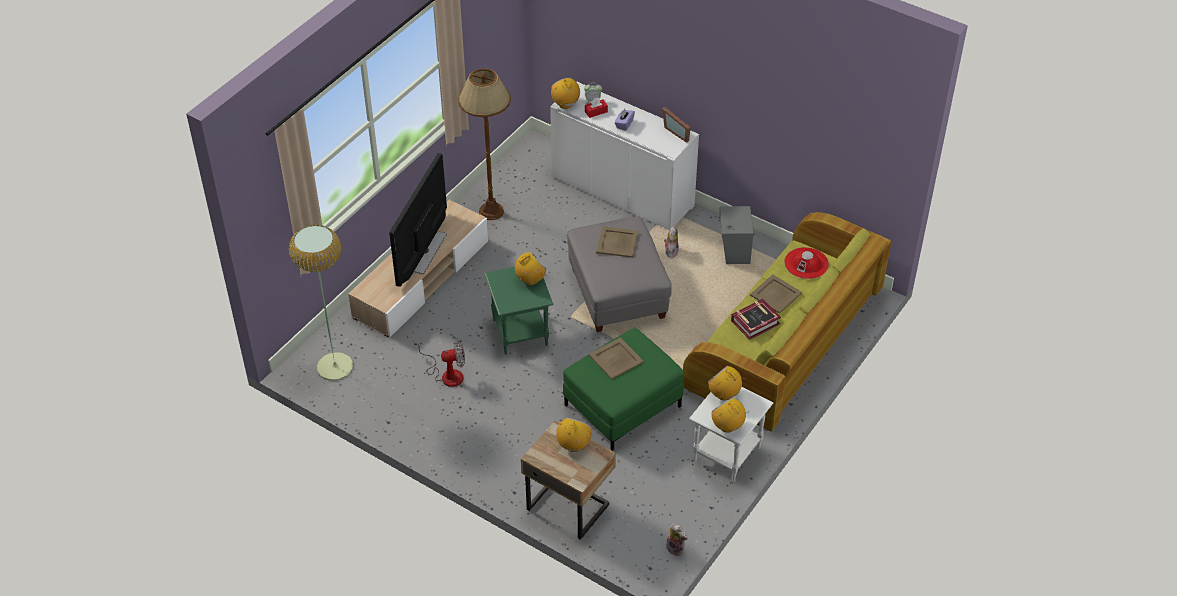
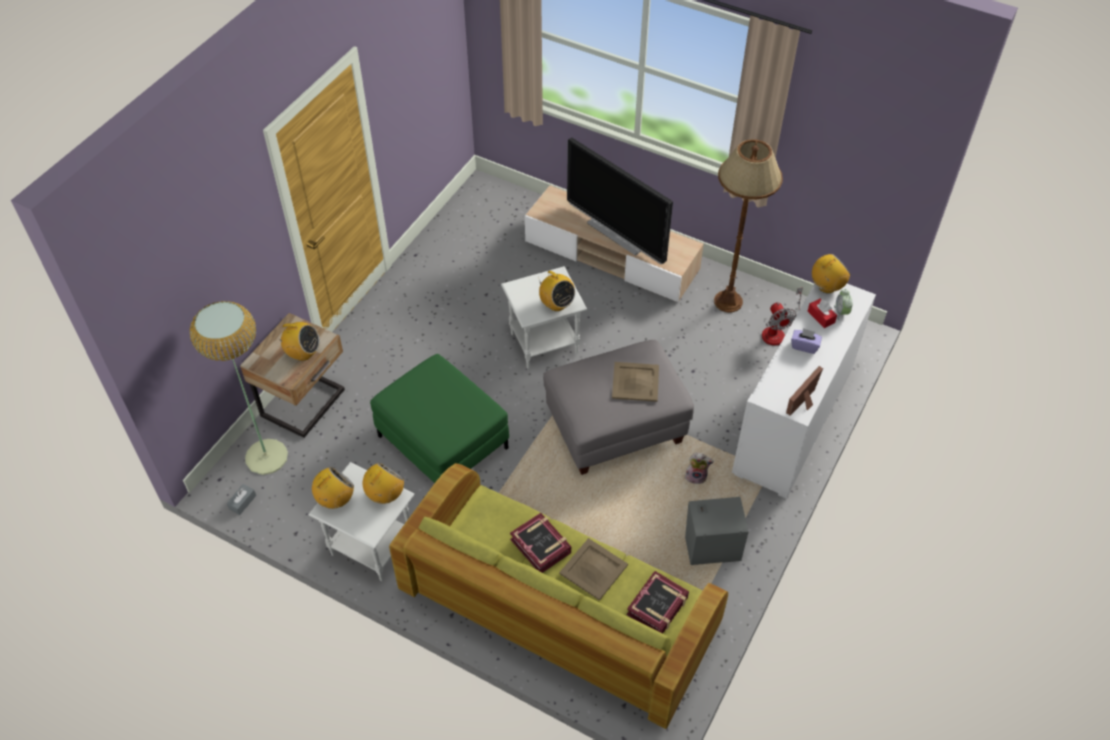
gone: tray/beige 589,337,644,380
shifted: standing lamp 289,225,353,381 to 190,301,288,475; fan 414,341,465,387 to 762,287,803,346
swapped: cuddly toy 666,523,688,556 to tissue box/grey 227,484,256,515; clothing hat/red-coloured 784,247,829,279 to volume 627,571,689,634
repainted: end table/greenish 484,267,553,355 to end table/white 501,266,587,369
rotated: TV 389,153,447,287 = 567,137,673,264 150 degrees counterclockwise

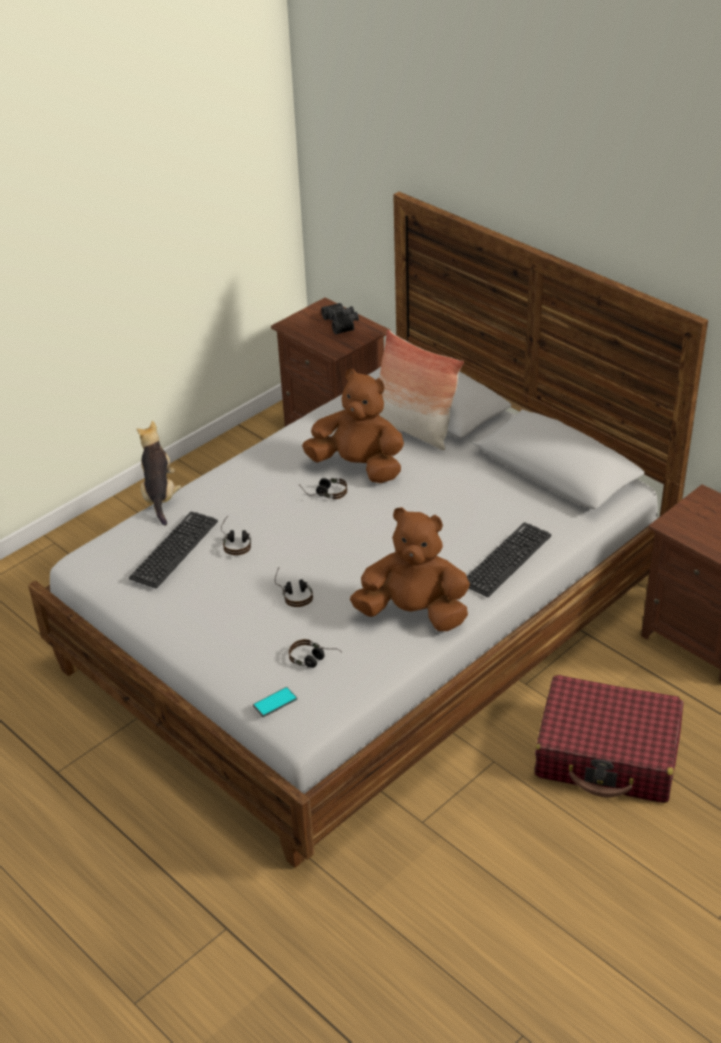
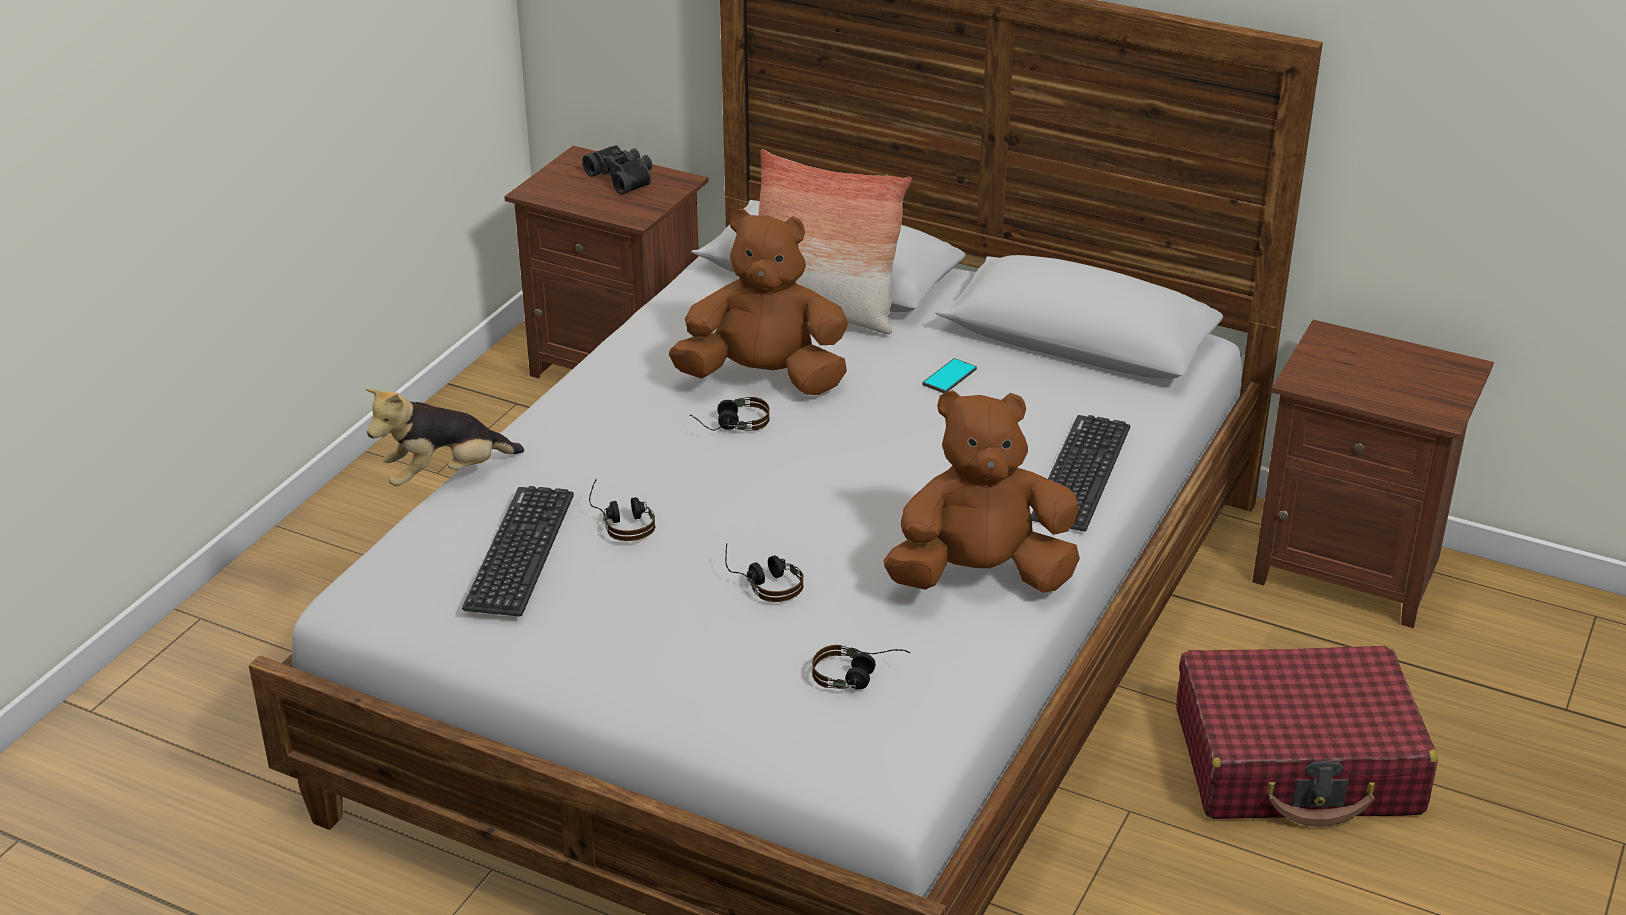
shifted: telephone 253,687,297,717 to 922,358,977,393
rotated: cuddly toy 137,421,181,526 = 366,388,524,486 90 degrees counterclockwise

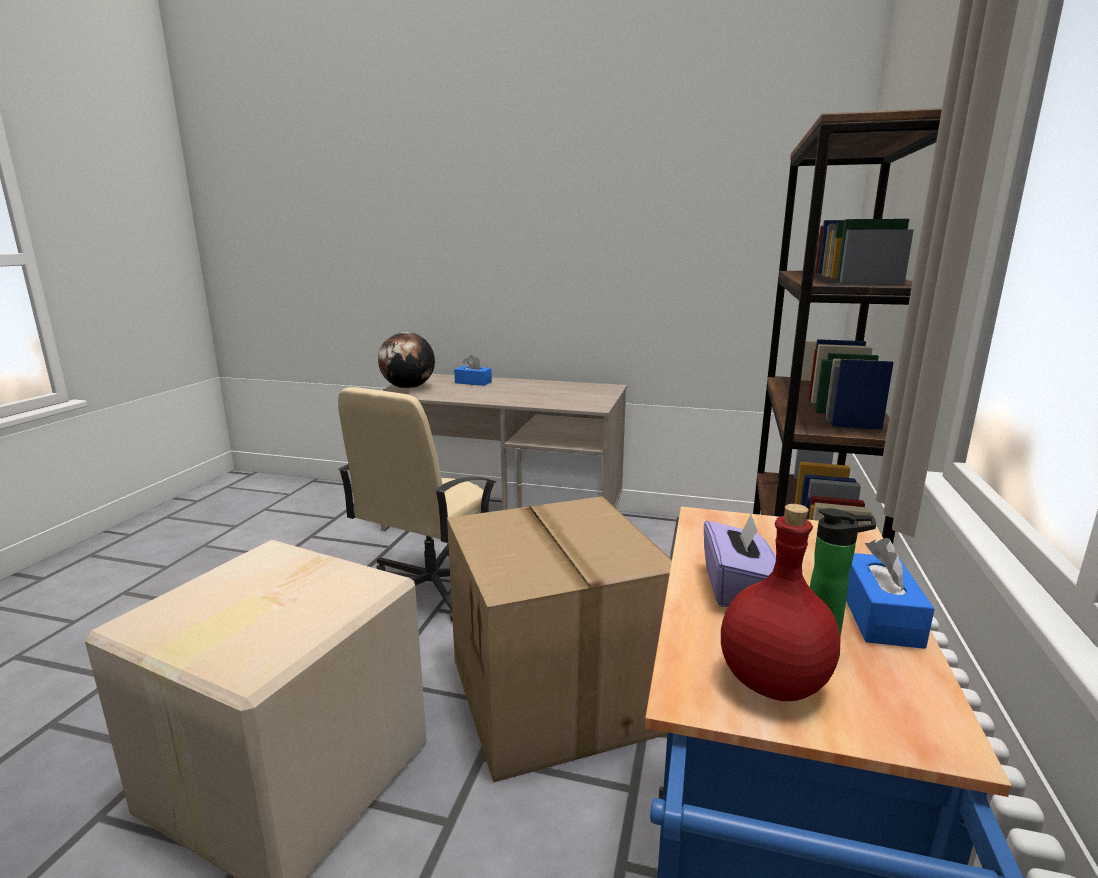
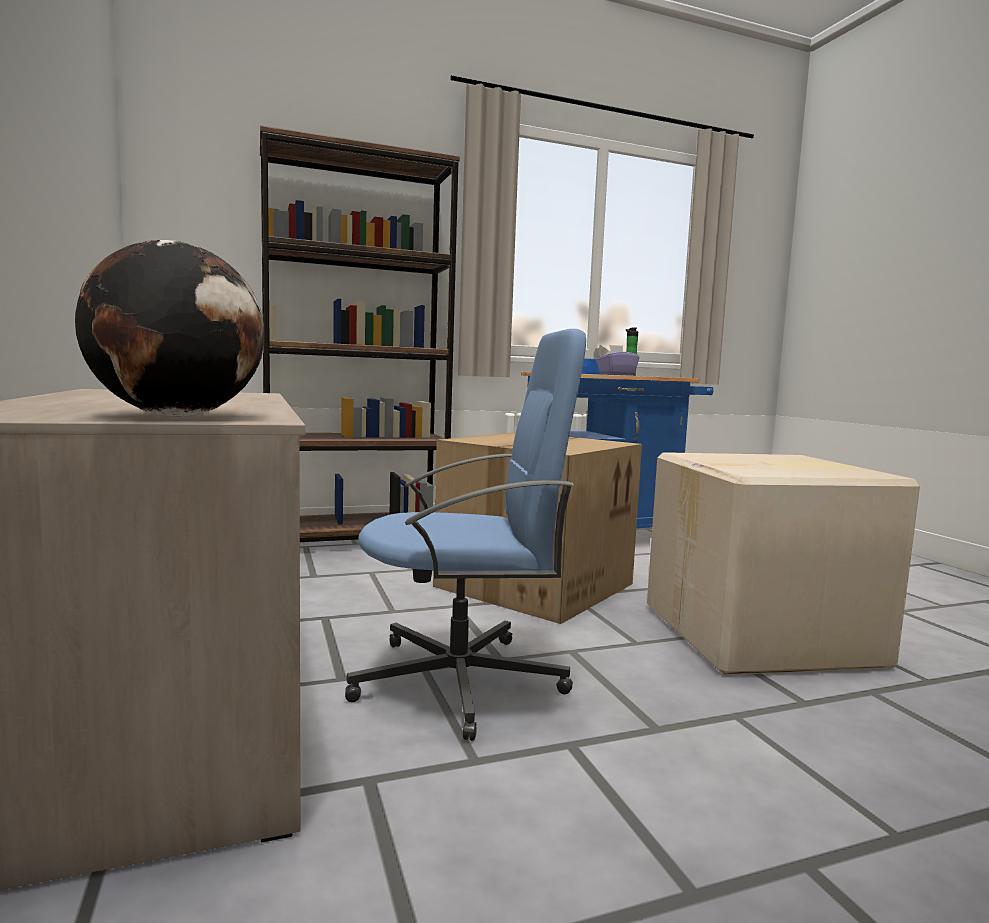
gone: tissue box/bluish 454,355,492,386; drink bottle/red-coloured 721,504,840,701
repainted: computer chair/beige 338,387,496,622 to computer chair/bluish 345,329,586,741

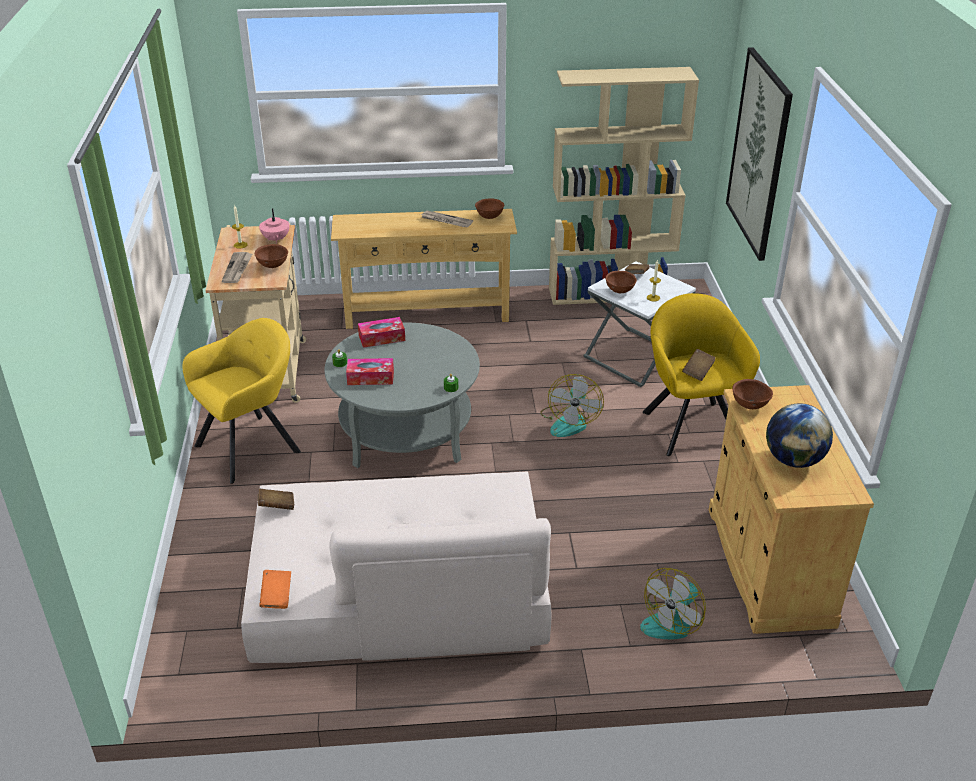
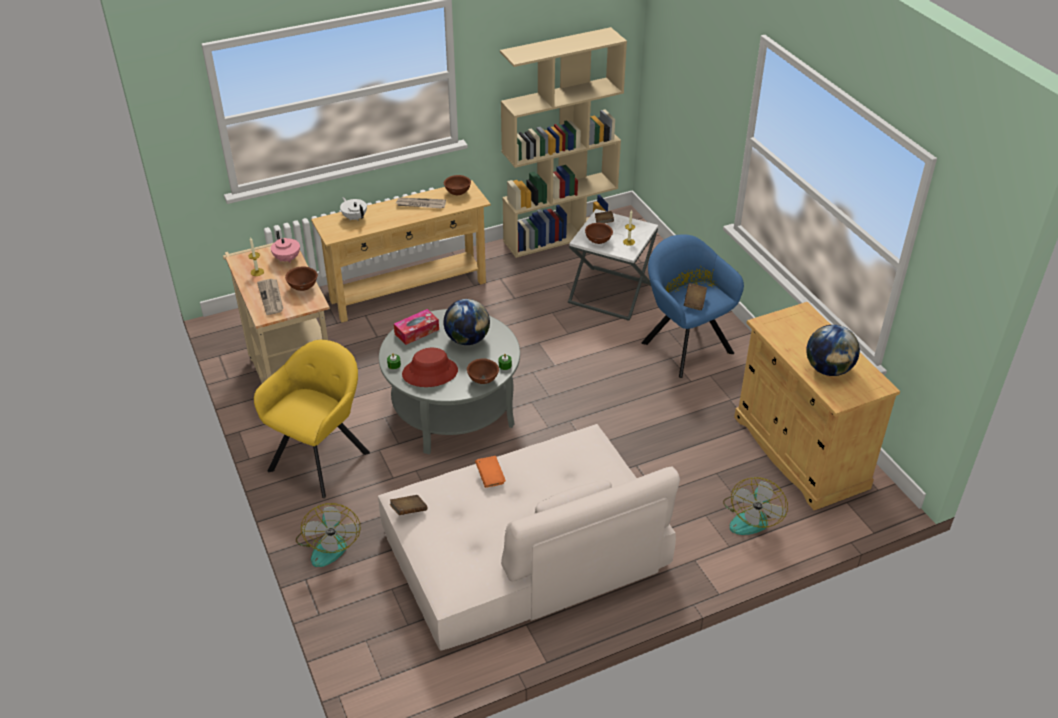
gone: wall picture 726,47,793,261
new: tea pot/white 340,197,367,221; world globe 443,299,490,345
shifted: volume/orange 259,570,291,609 to 475,456,506,488; fan 540,374,604,437 to 296,503,361,567; deep dish/brownish 732,379,773,409 to 467,358,499,384
swapped: tissue box 346,358,394,385 to clothing hat/red-coloured 402,348,458,387
repainted: lounge chair/yellow 643,293,760,456 to lounge chair/bluish 642,234,744,378

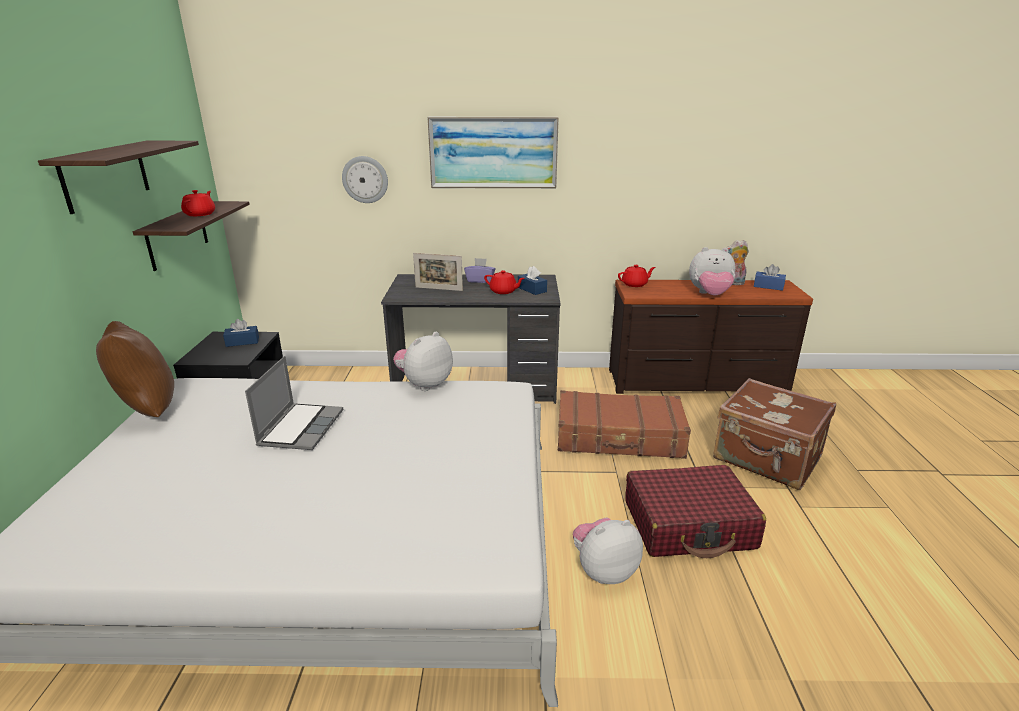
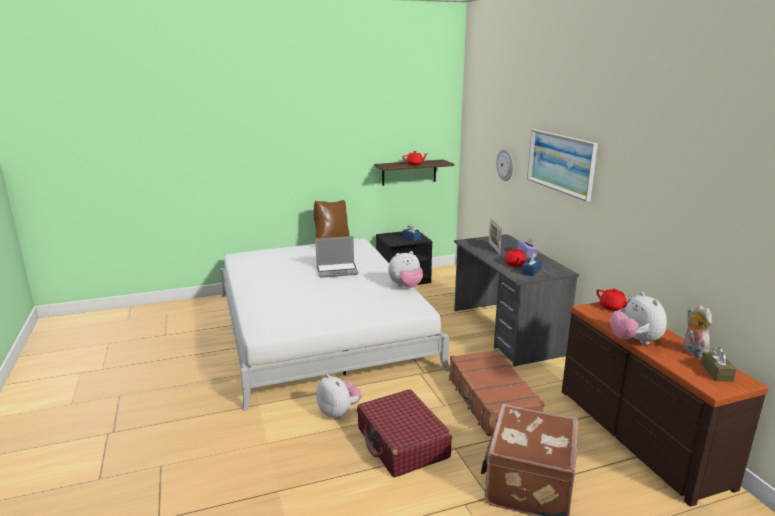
gone: bracket shelf 38,141,199,214
repainted: tissue box/bluish 754,264,786,291 to tissue box/brownish 701,347,737,382
rotated: cuddly toy 393,332,453,391 = 388,251,423,288 135 degrees clockwise

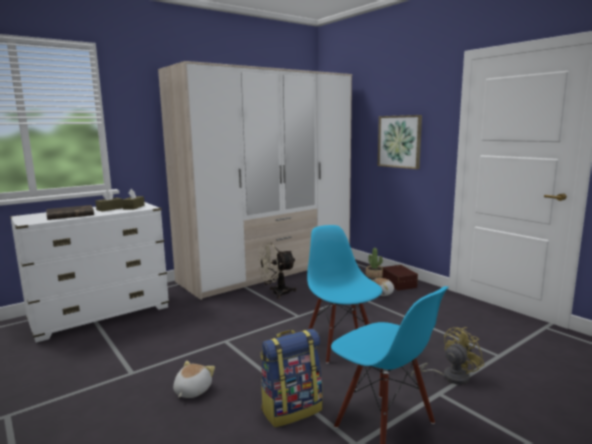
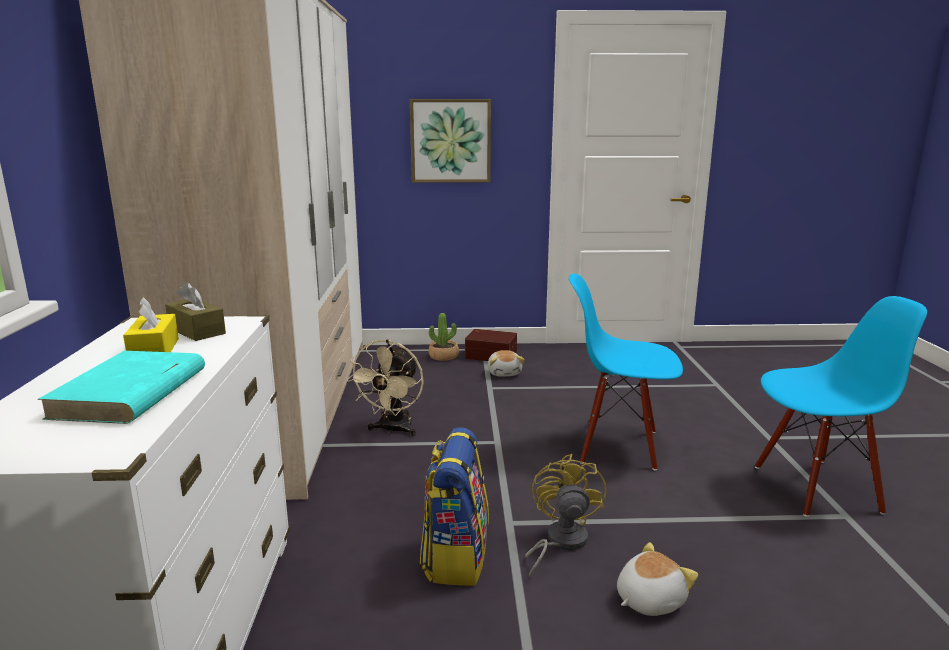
shifted: knapsack 261,329,323,427 to 420,427,489,586; fan/yellow 411,327,485,385 to 525,454,607,578
repainted: volume/brownish 46,205,94,220 to volume/turquoise 38,351,205,424; tissue box/brownish 95,190,123,211 to tissue box/yellow 123,297,179,352
rotated: cuddly toy 173,361,215,398 = 617,542,698,616 90 degrees clockwise

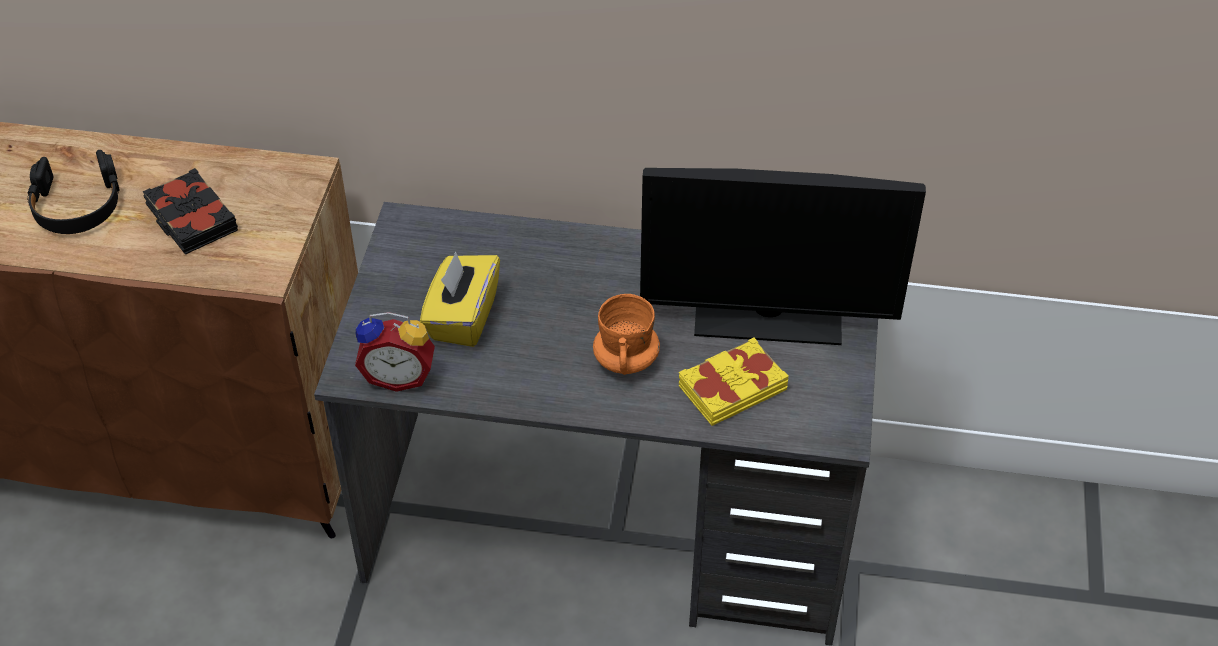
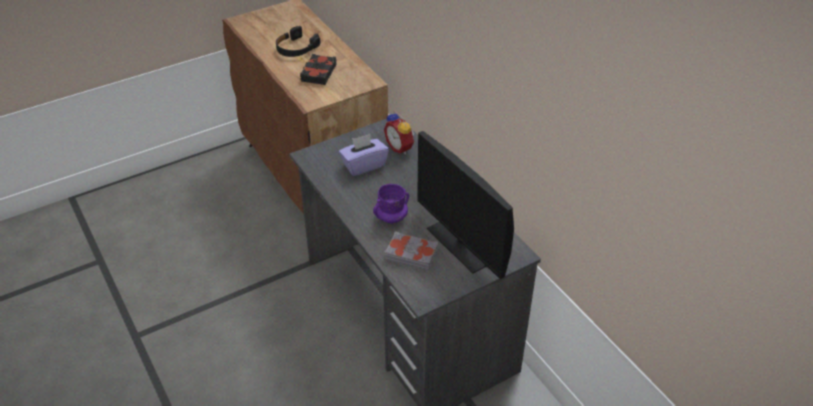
shifted: alarm clock 355,312,435,392 to 384,111,414,155
repainted: tissue box/yellow 420,252,500,347 to tissue box/purple 339,134,389,176; coffee mug/orange 593,294,660,375 to coffee mug/purple 373,184,409,223; volume/yellow 679,337,789,426 to volume/grey 385,231,438,270

